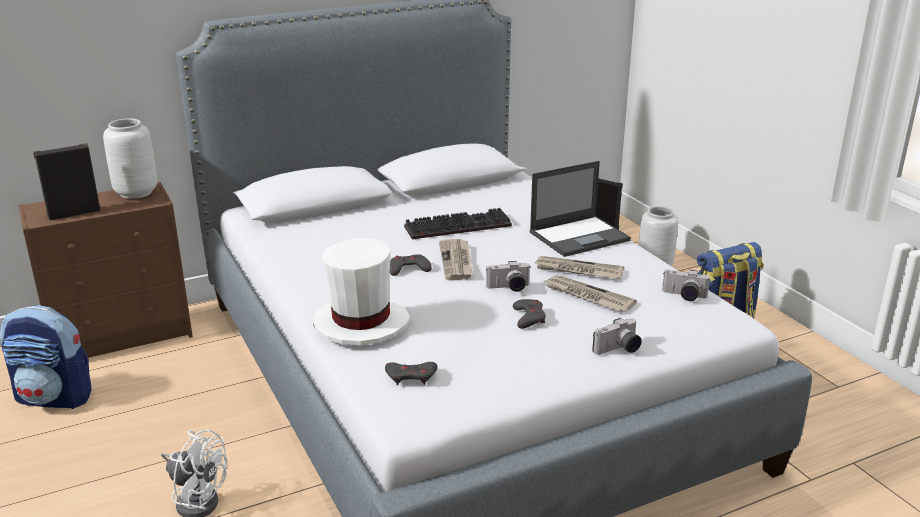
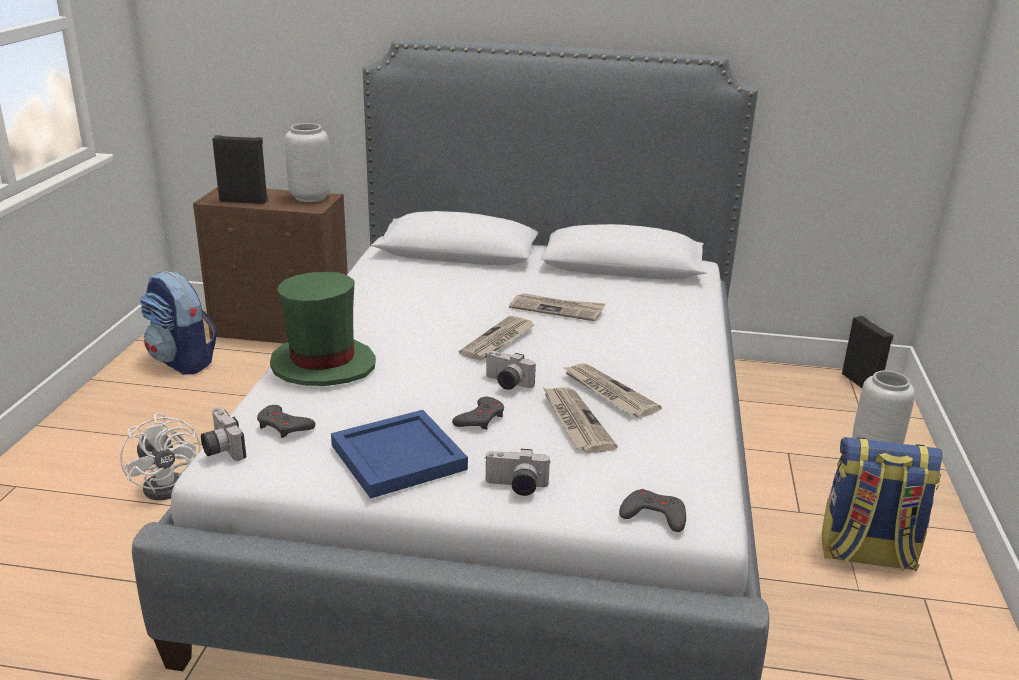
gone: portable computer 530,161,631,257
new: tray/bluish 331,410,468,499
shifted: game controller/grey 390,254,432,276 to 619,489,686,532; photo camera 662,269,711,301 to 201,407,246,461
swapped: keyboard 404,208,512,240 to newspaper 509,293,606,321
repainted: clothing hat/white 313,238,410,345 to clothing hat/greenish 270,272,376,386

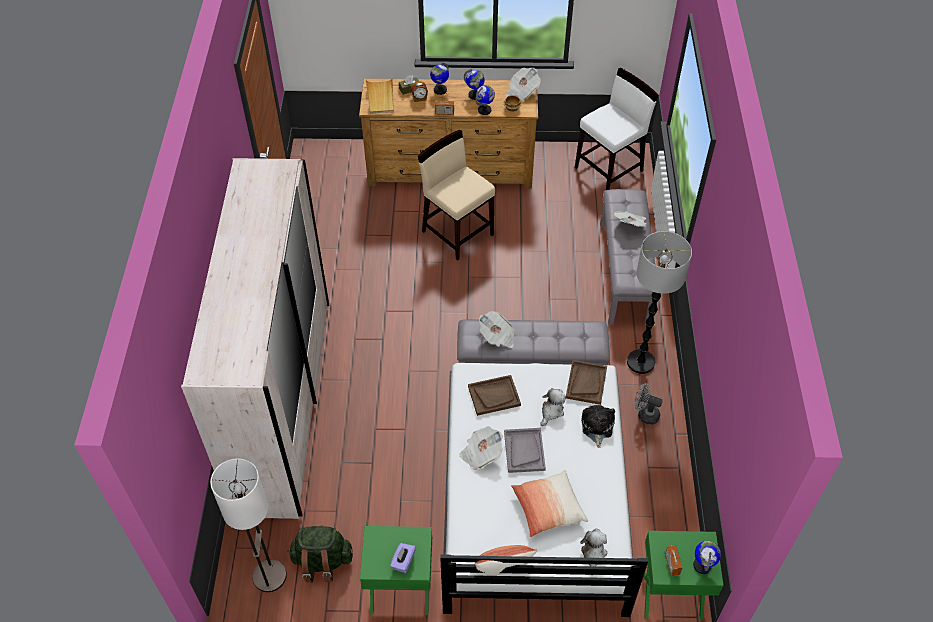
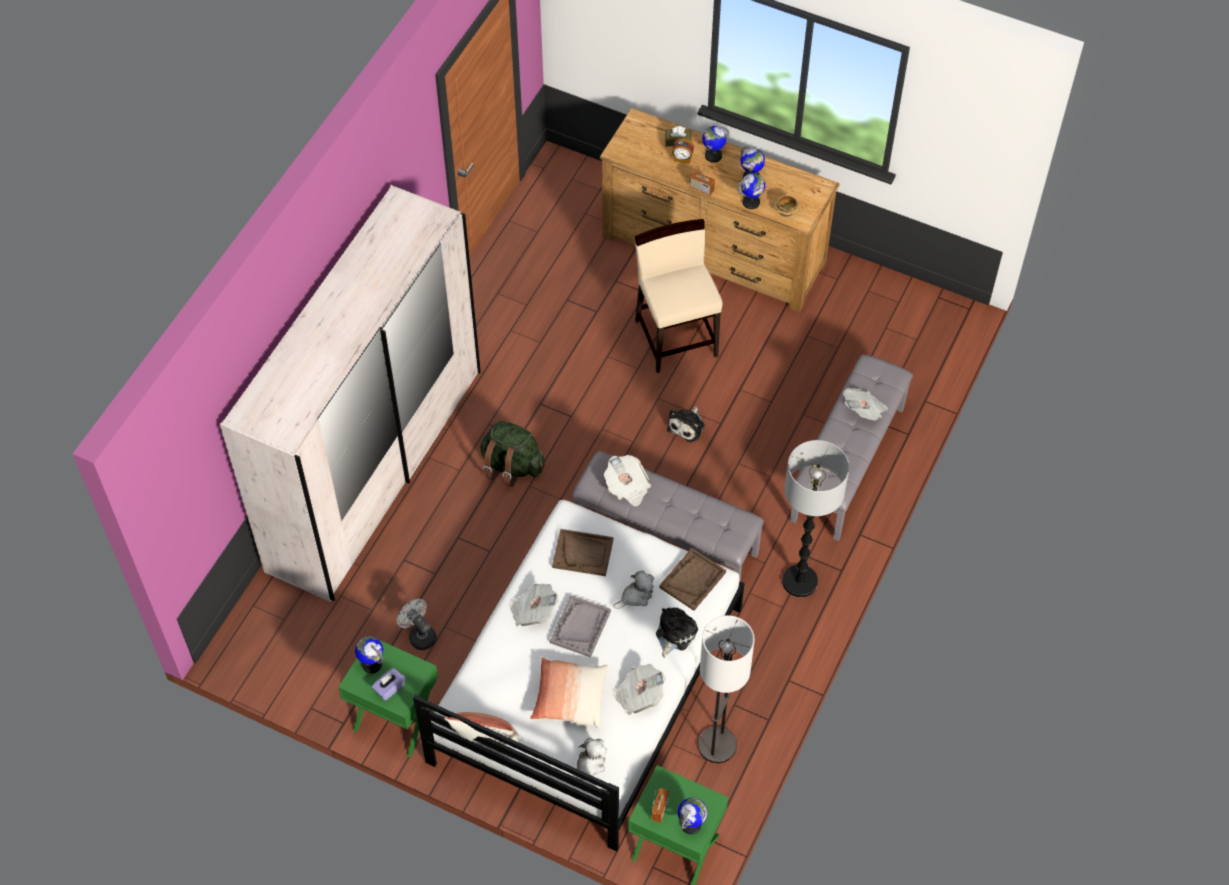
gone: tray/beige 366,78,394,114; upright chair/white 575,68,658,190
new: world globe 355,636,383,673; cuddly toy 667,406,705,442
shifted: standing lamp 210,458,287,592 to 698,615,755,763; knapsack/greenish 288,525,353,583 to 480,421,545,487; newspaper 506,68,541,101 to 613,664,666,715; fan/grey 634,383,663,425 to 397,599,437,650

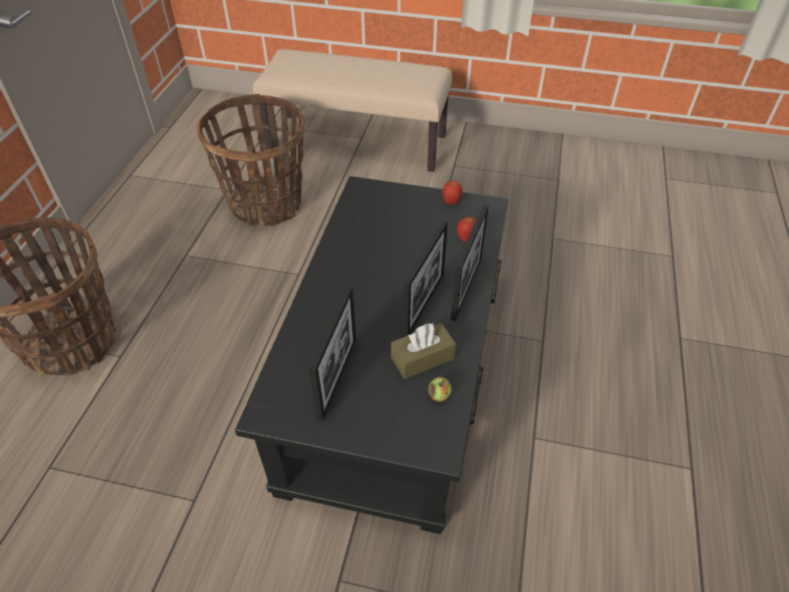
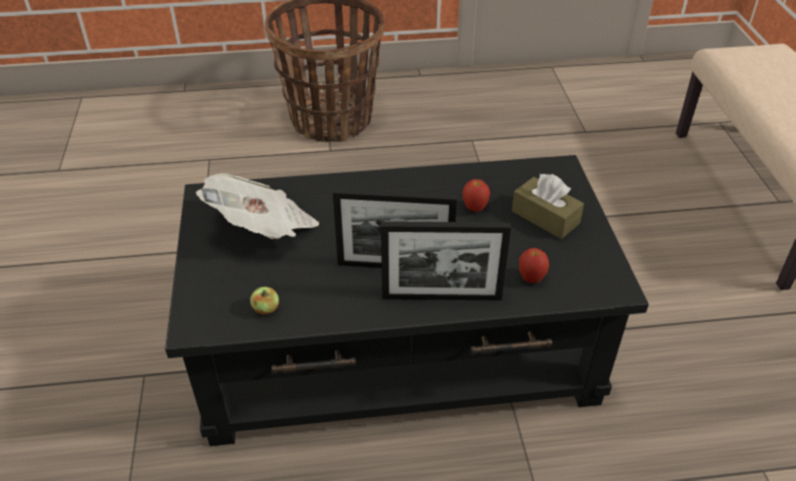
gone: basket 197,94,305,227
shifted: tissue box/brownish 391,322,456,379 to 512,174,584,239; apple 443,181,463,205 to 463,179,490,212
swapped: photo frame 309,286,356,421 to newspaper 196,173,319,239

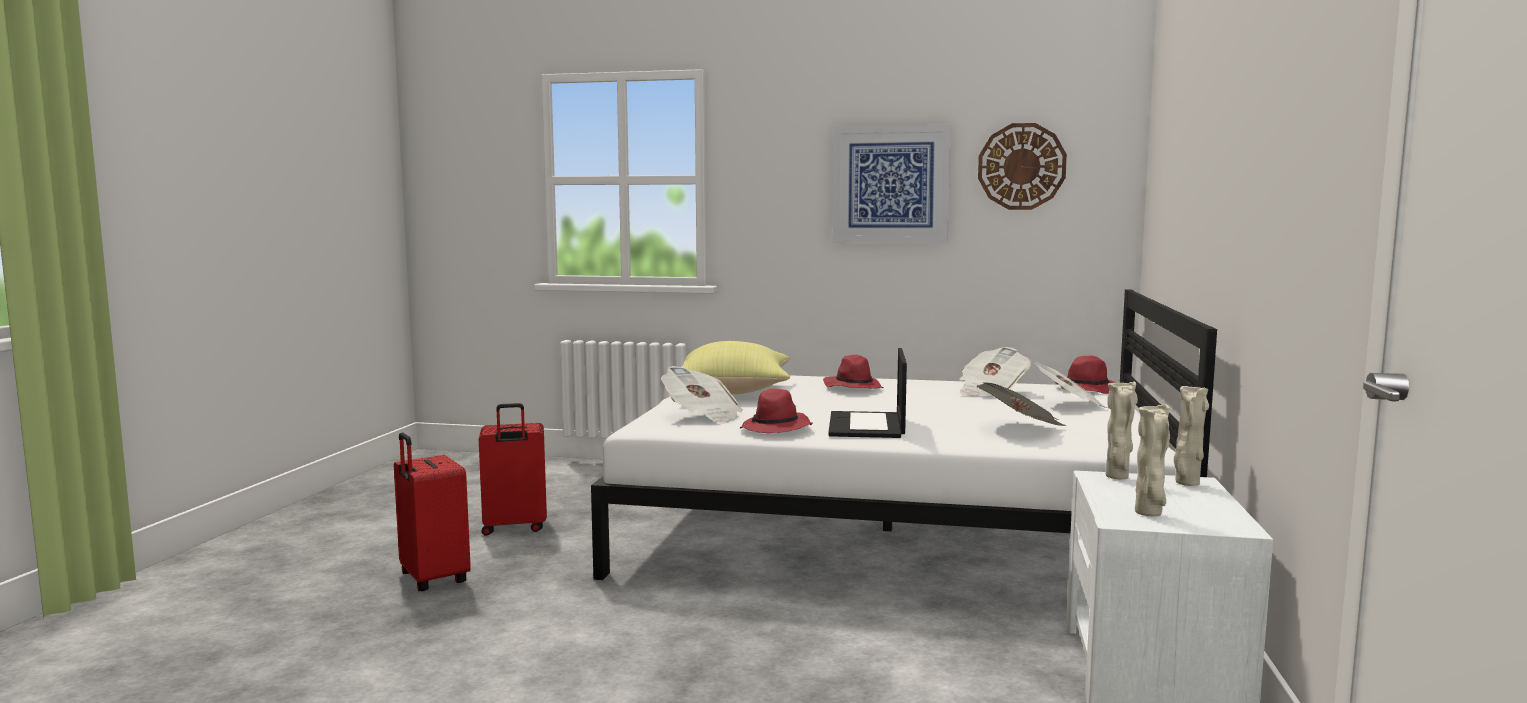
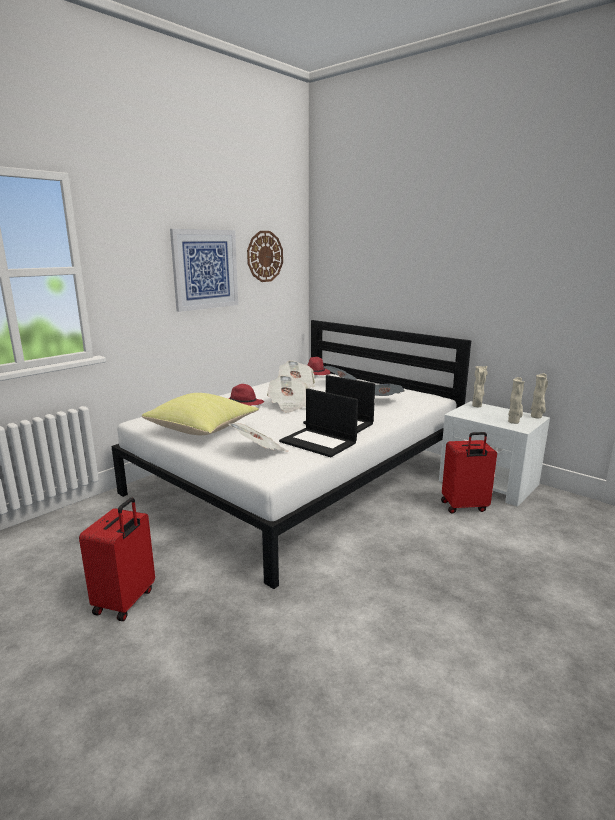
new: newspaper 267,375,308,413
shifted: suitcase/red-coloured 394,432,471,591 to 441,432,497,513; decorative vase/beige 1105,382,1138,479 to 531,373,548,418
swapped: clothing hat/red-coloured 740,389,813,433 to portable computer 279,388,358,457

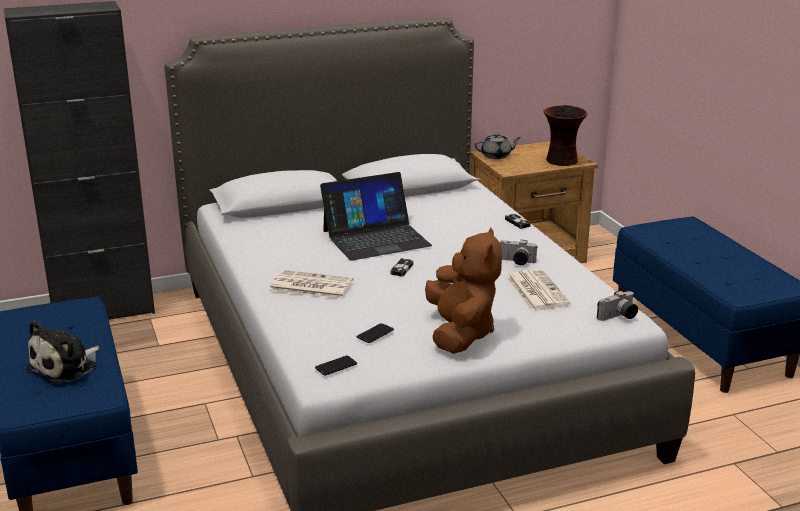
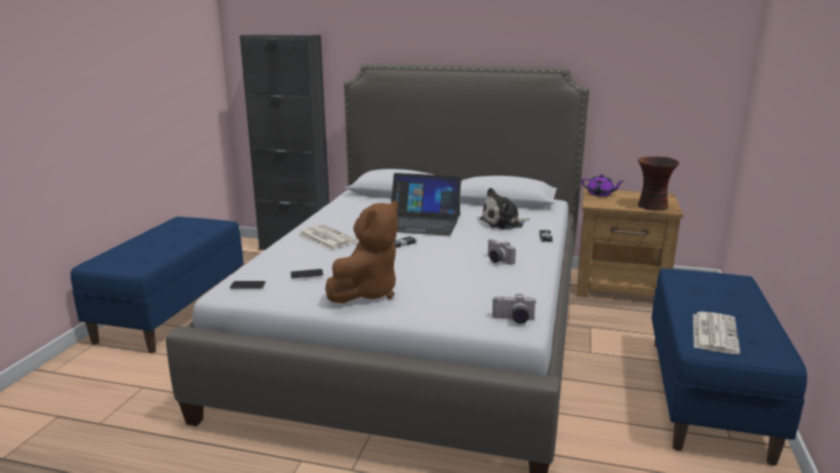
shifted: cuddly toy 26,321,100,383 to 480,188,530,230; newspaper 506,269,571,311 to 693,311,740,354
repainted: tea pot/grey 474,133,521,159 to tea pot/purple 581,174,624,196

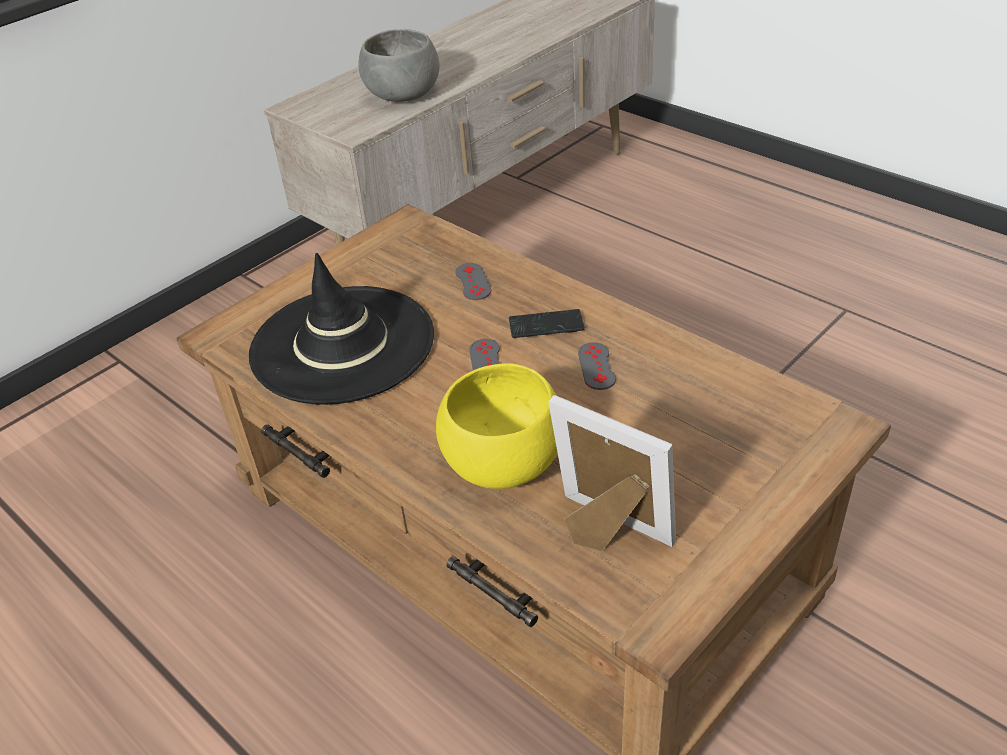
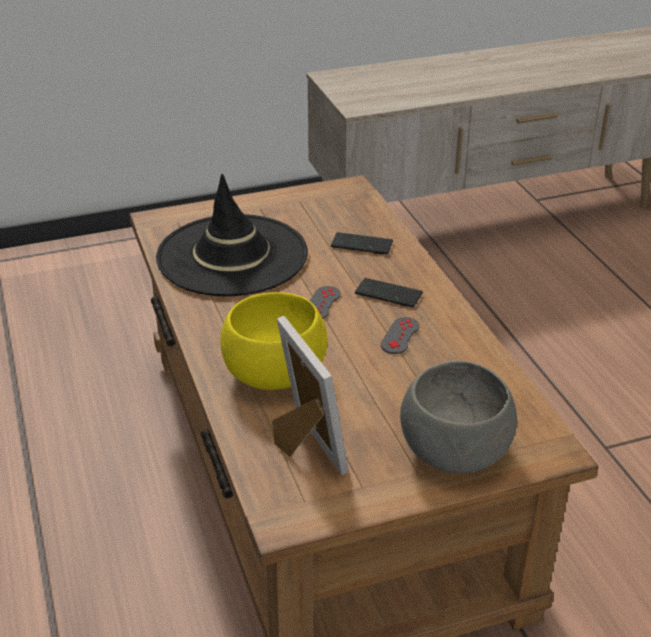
shifted: deep dish/grey 358,29,440,102 to 400,361,517,474
swapped: game controller/grey 455,263,491,300 to telephone 331,232,393,254

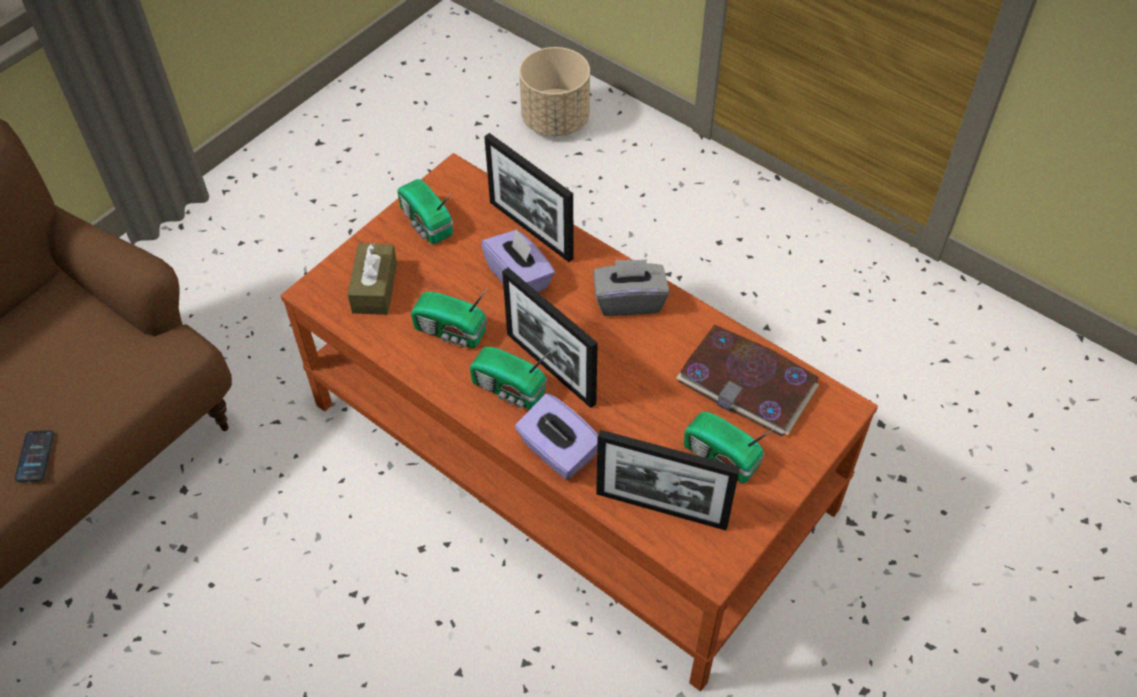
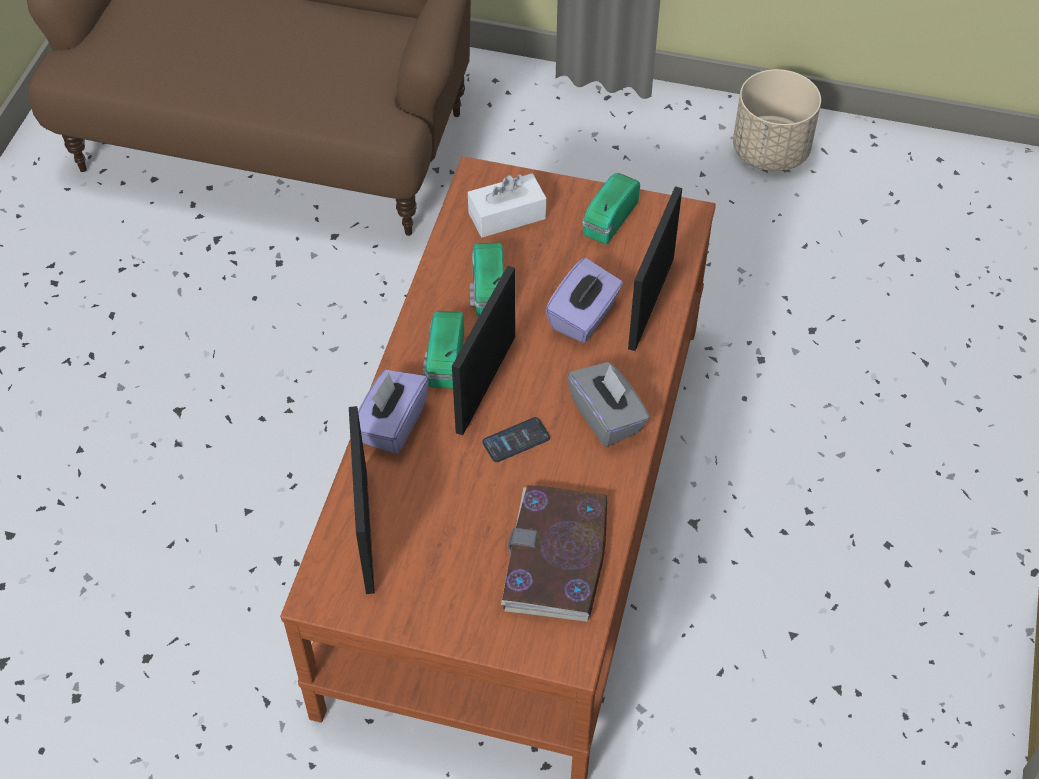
gone: radio receiver 684,412,776,484
shifted: telephone 15,430,54,482 to 483,417,550,462; planter/beige 519,47,590,136 to 733,69,821,171
repainted: tissue box/brownish 348,242,397,315 to tissue box/white 468,173,547,237

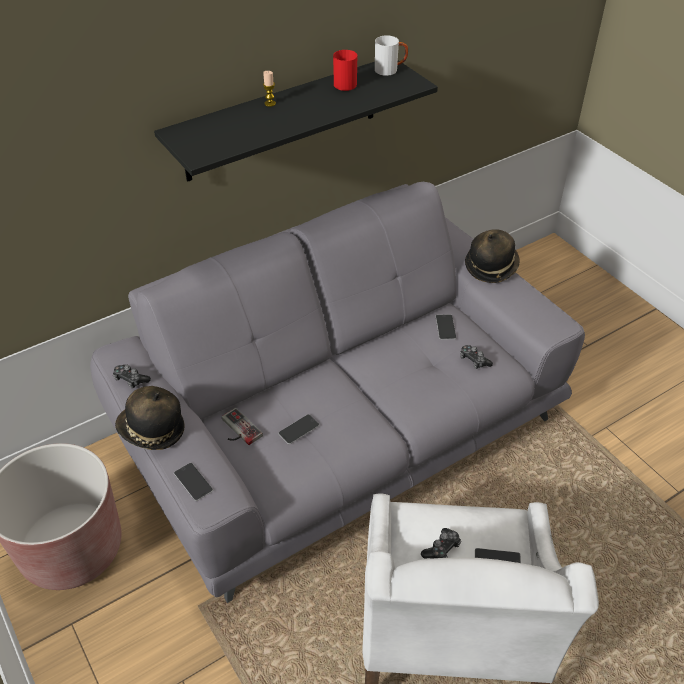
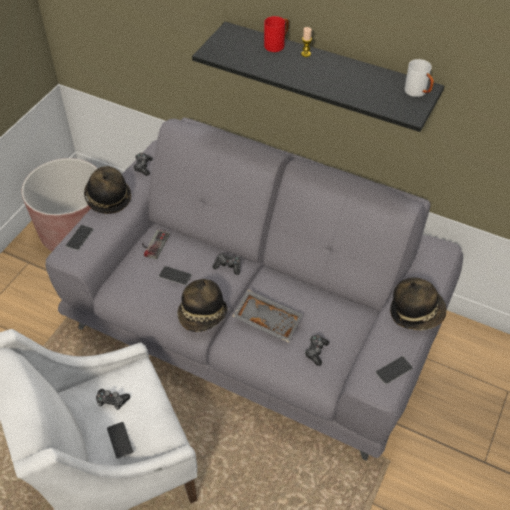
new: clothing hat 178,279,227,332; game controller 213,253,241,275; tray/grey 232,290,303,343
shifted: coffee mug/red-coloured 333,50,357,91 to 264,16,289,52; telephone 436,314,456,340 to 375,356,413,384

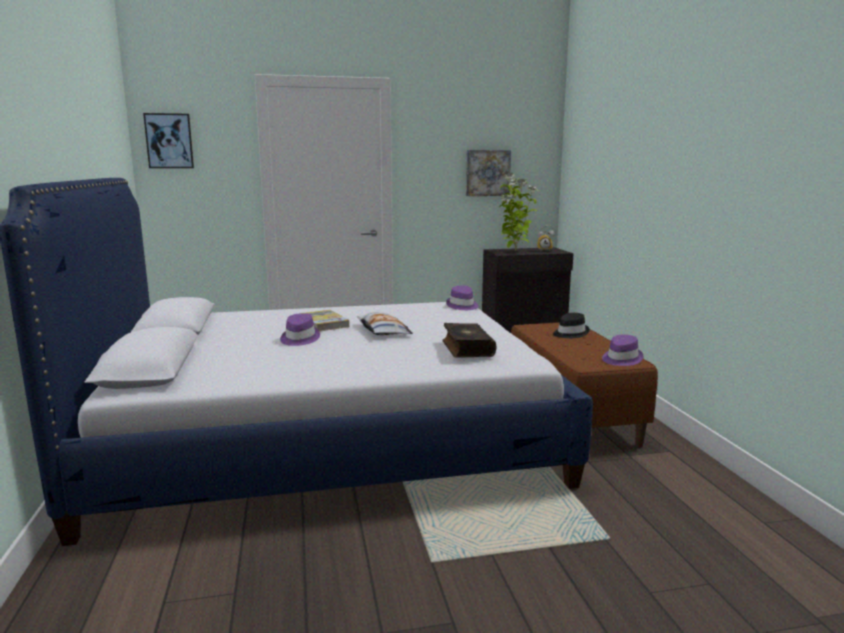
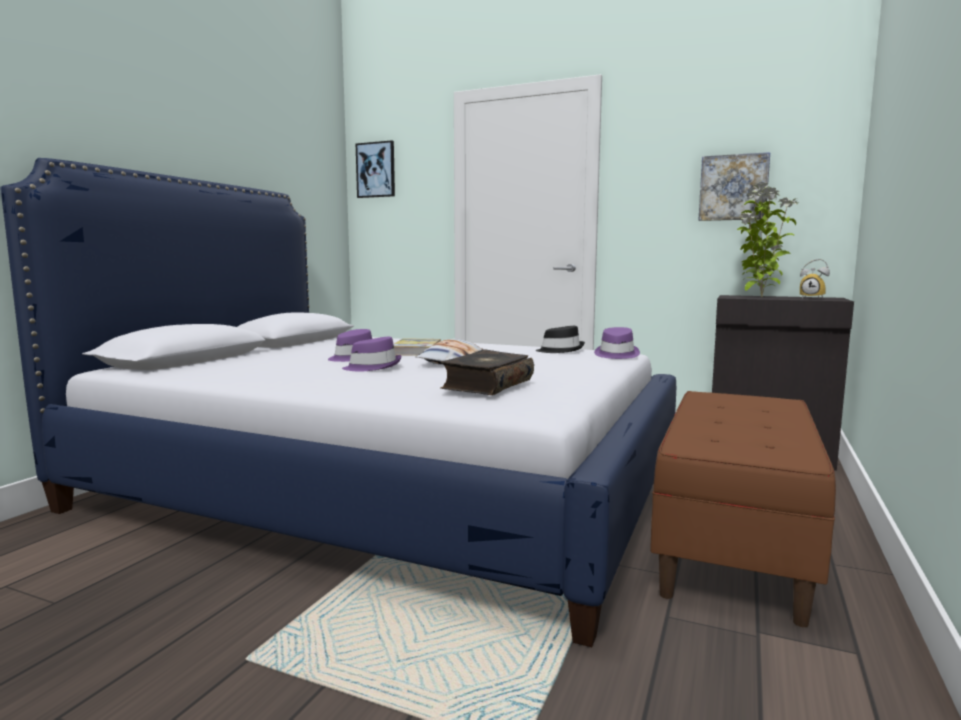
shifted: clothing hat/black 553,313,590,338 to 535,326,585,353; clothing hat/purple 602,335,643,366 to 342,337,402,372

